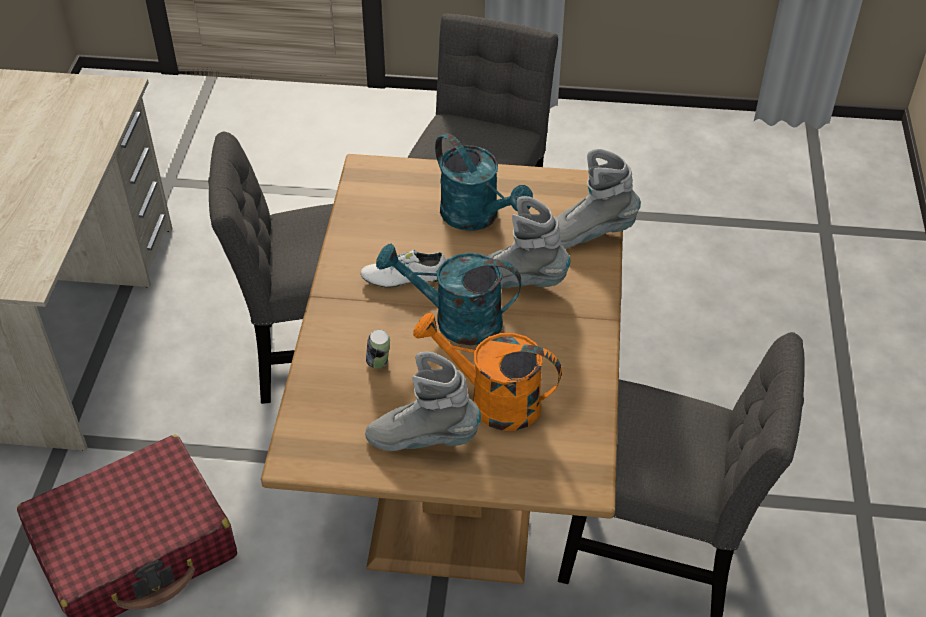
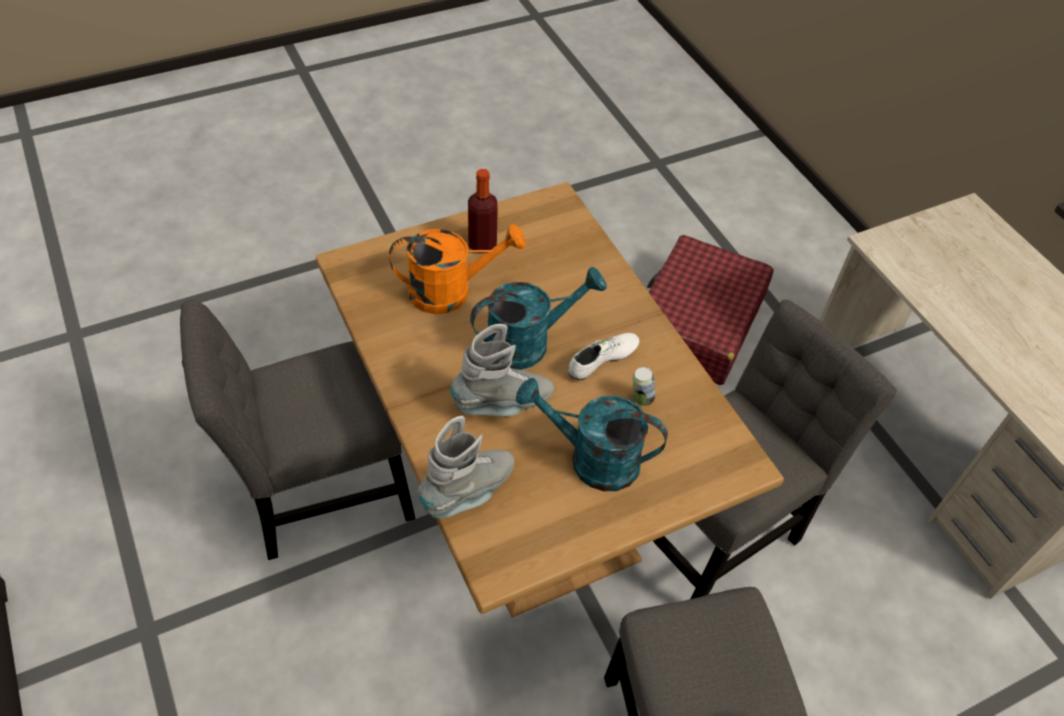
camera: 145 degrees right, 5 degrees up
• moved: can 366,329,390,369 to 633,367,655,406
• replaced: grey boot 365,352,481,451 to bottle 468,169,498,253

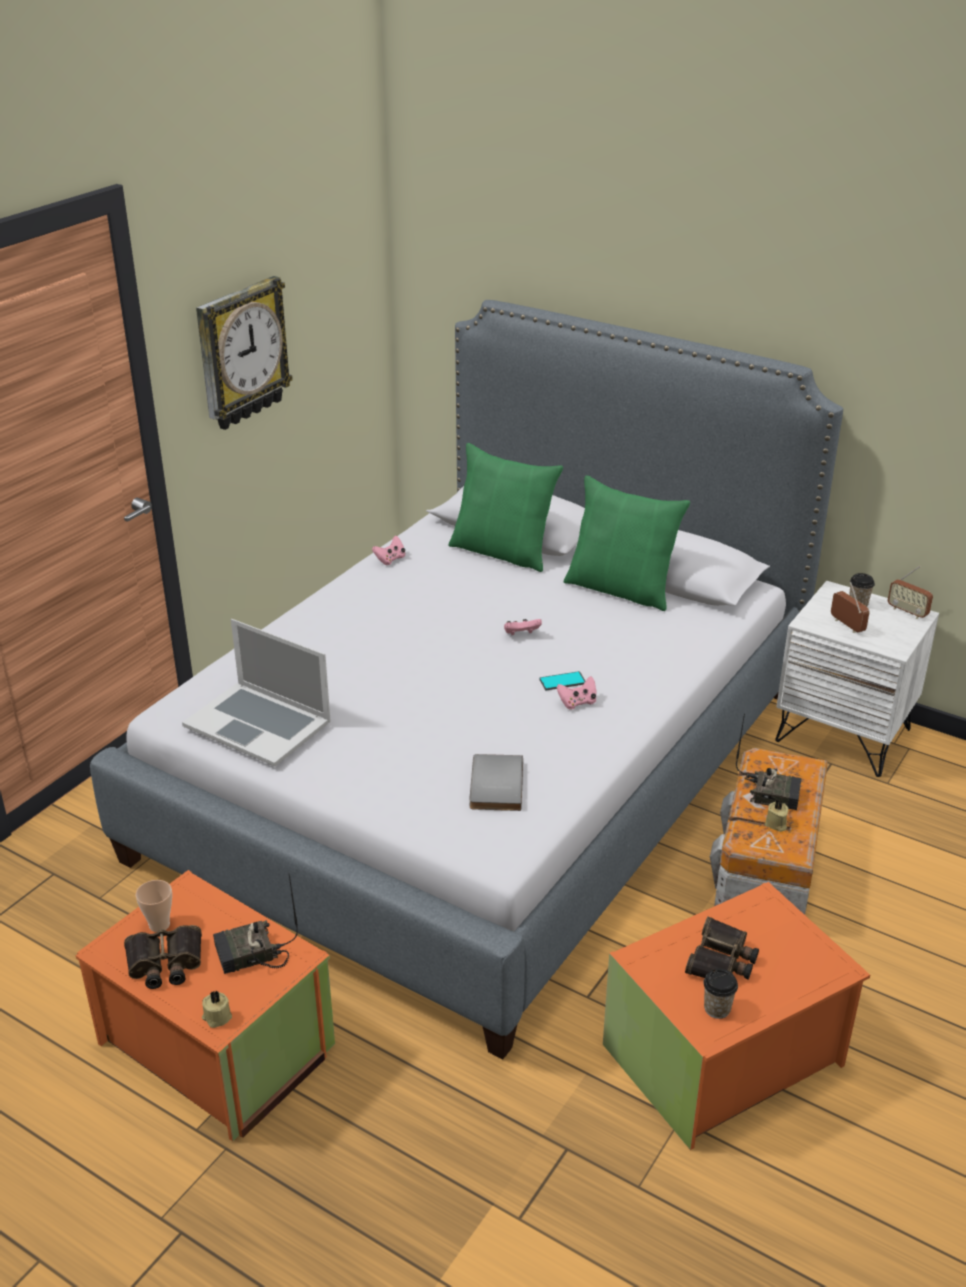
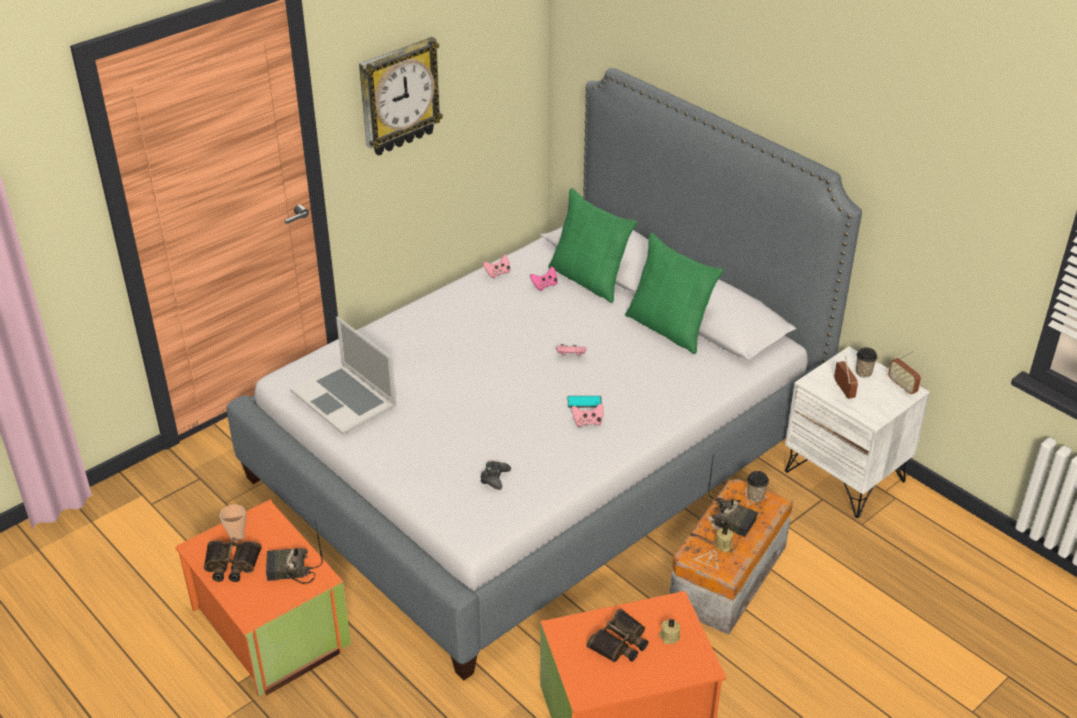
camera: 15 degrees right, 5 degrees up
• added: pink game controller 530,266,558,291
• moved: beige candle 202,991,232,1028 to 659,619,680,644
• moved: cup 703,969,738,1019 to 747,471,769,502
• replaced: grey book 470,754,523,811 to black game controller 480,461,511,490

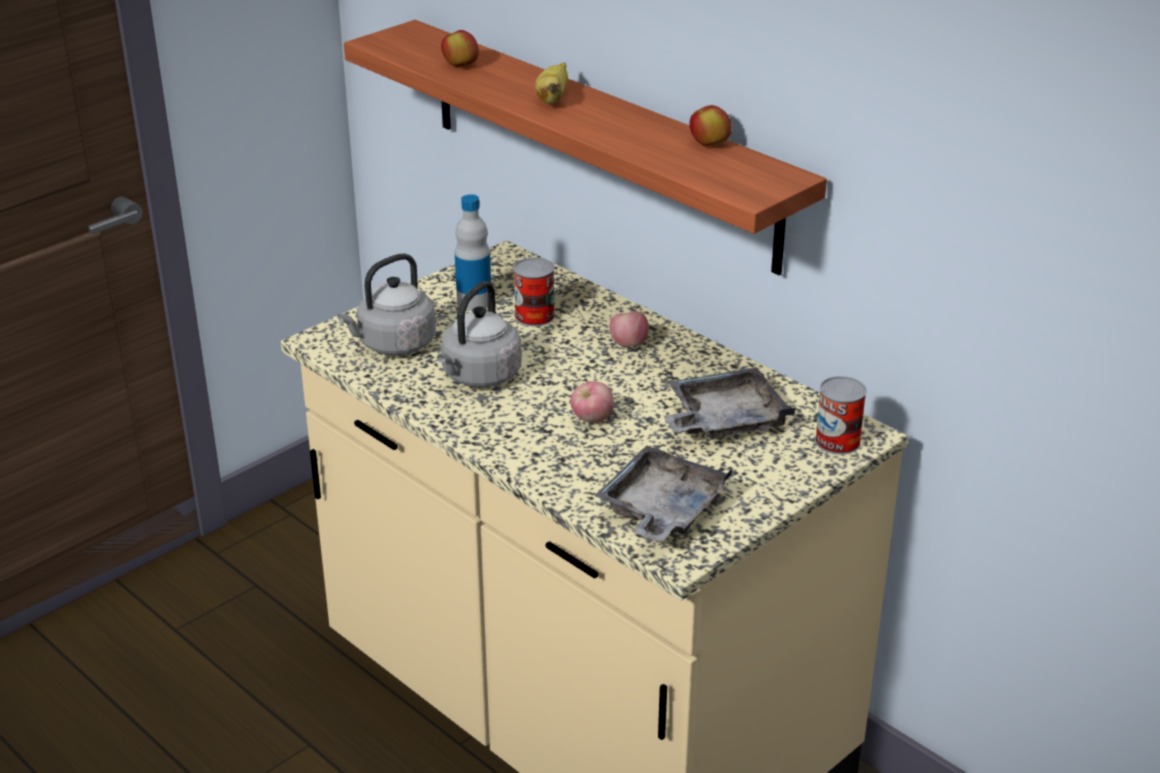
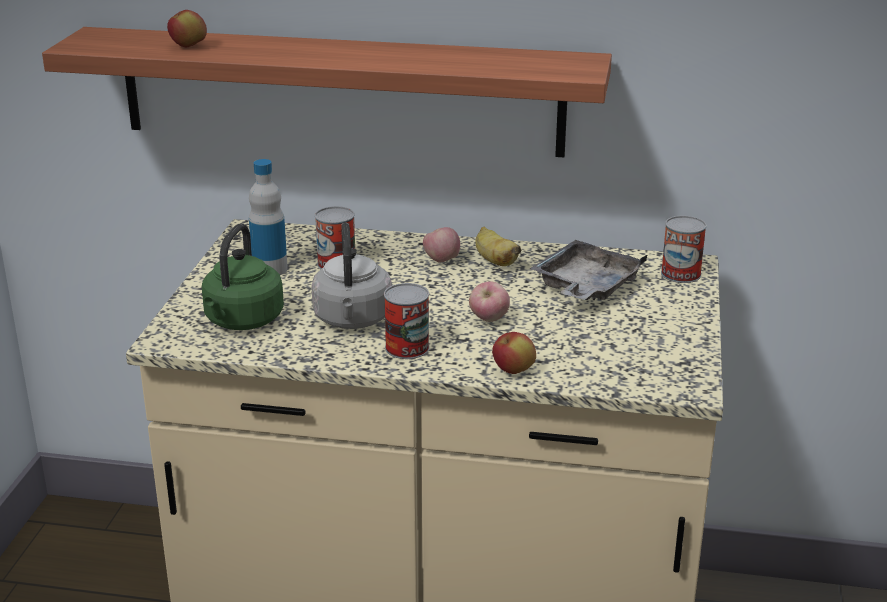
camera: 35 degrees left, 5 degrees down
• removed: grey tray 595,445,732,542
• added: can 384,283,430,359
• moved: banana 535,62,568,104 to 475,226,521,266
• moved: apple 689,105,732,146 to 492,332,536,374
• recoloured: grey kettle 337,254,436,355 to green kettle 202,223,284,330

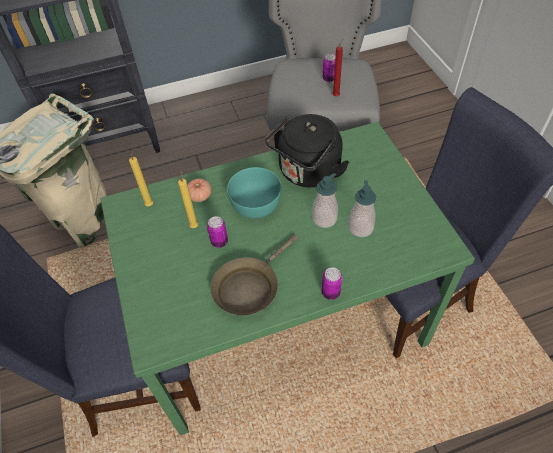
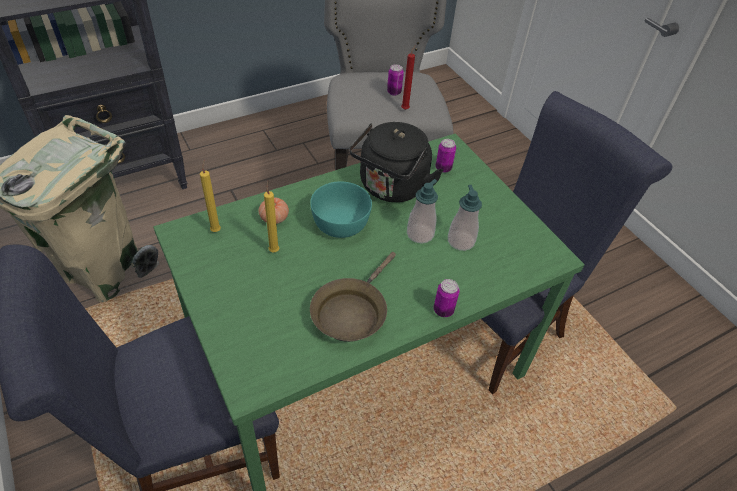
camera: 15 degrees left, 5 degrees down
• moved: can 207,216,228,248 to 436,139,456,173

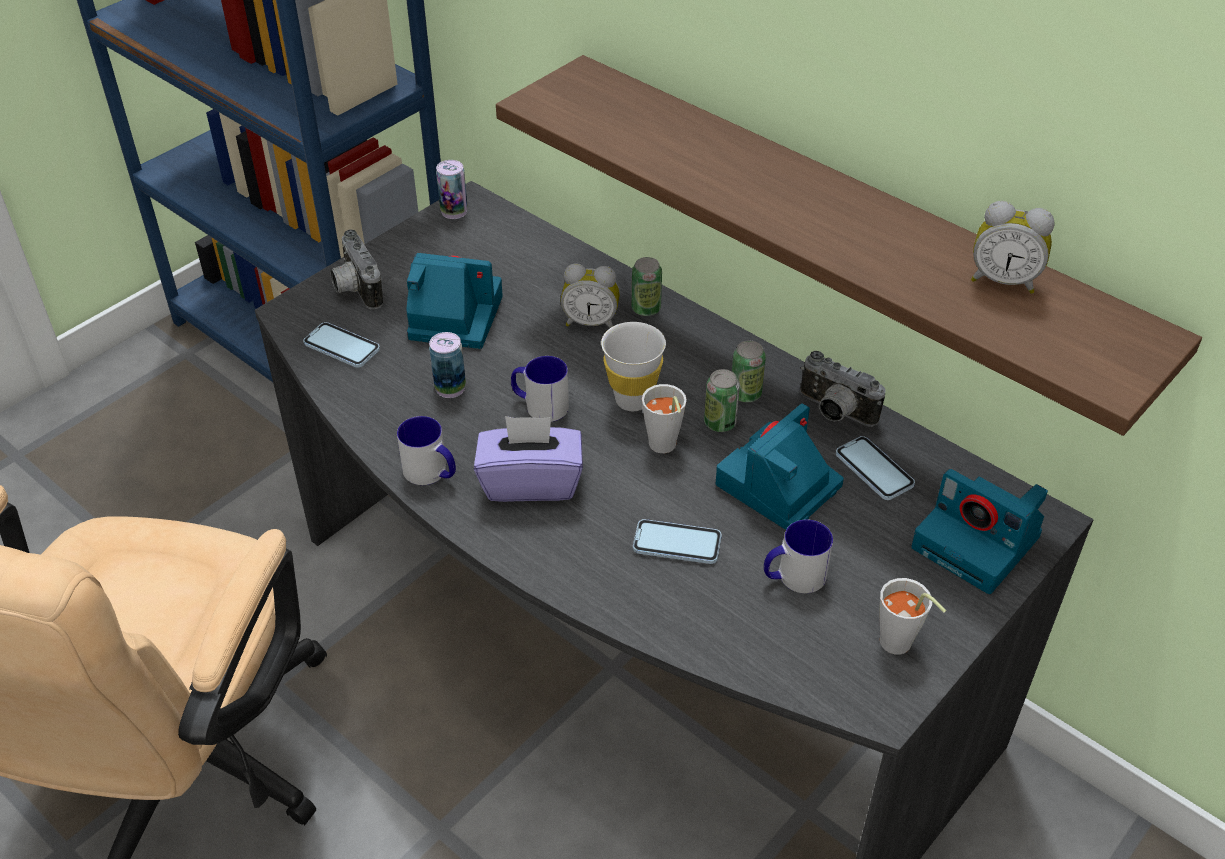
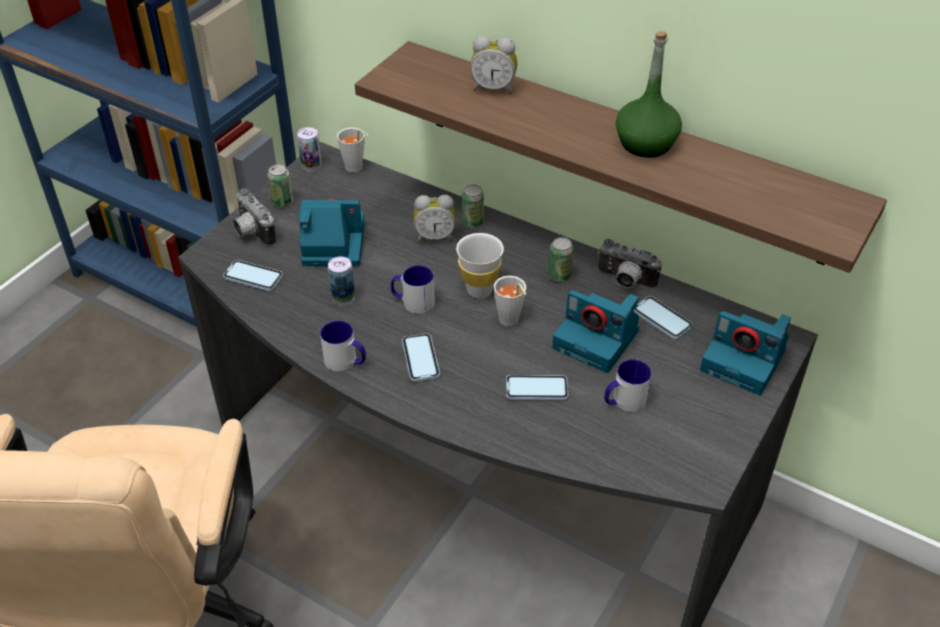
camera: 10 degrees left, 0 degrees up
• added: green bottle 615,31,682,158
• moved: can 704,369,740,432 to 267,164,293,207
• moved: grey cup 880,578,946,654 to 337,128,368,173
• moved: alarm clock 971,201,1055,294 to 470,36,517,94
• replaced: purple tissue box 474,416,583,502 to phone 402,333,440,382
• turned: photo camera 716,403,844,530 = 552,290,639,373 90 degrees counterclockwise

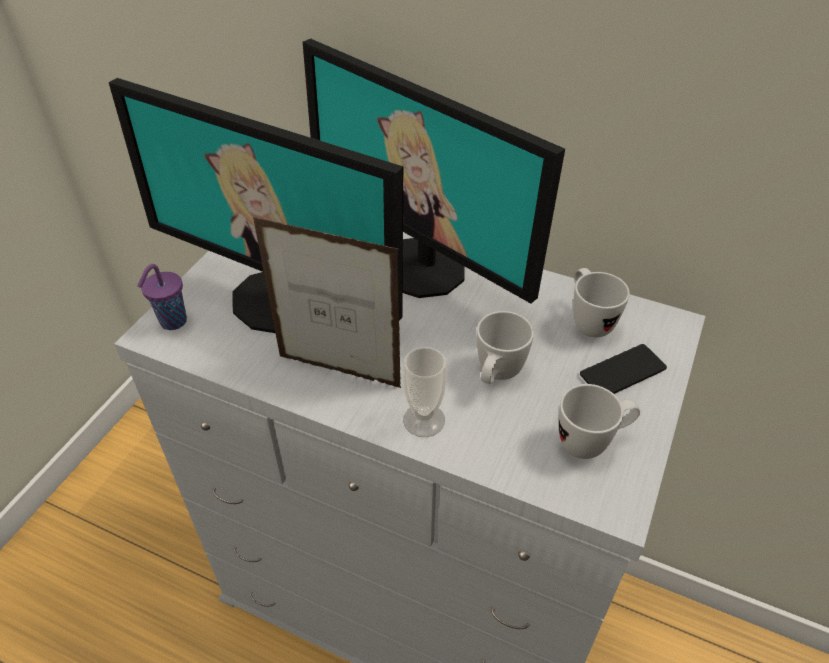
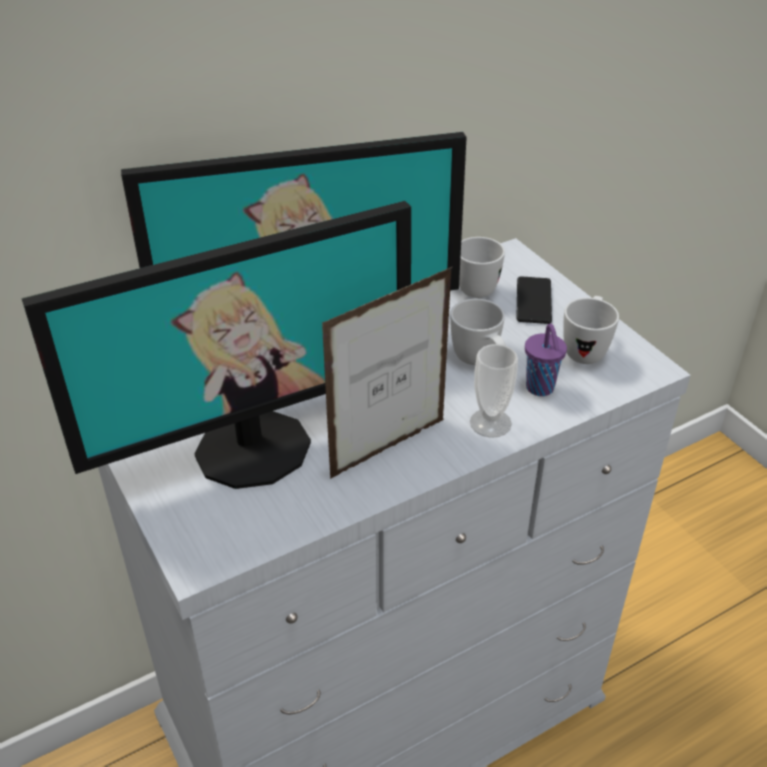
camera: 55 degrees left, 5 degrees down
• moved: purple cup 137,264,187,330 to 525,324,567,396

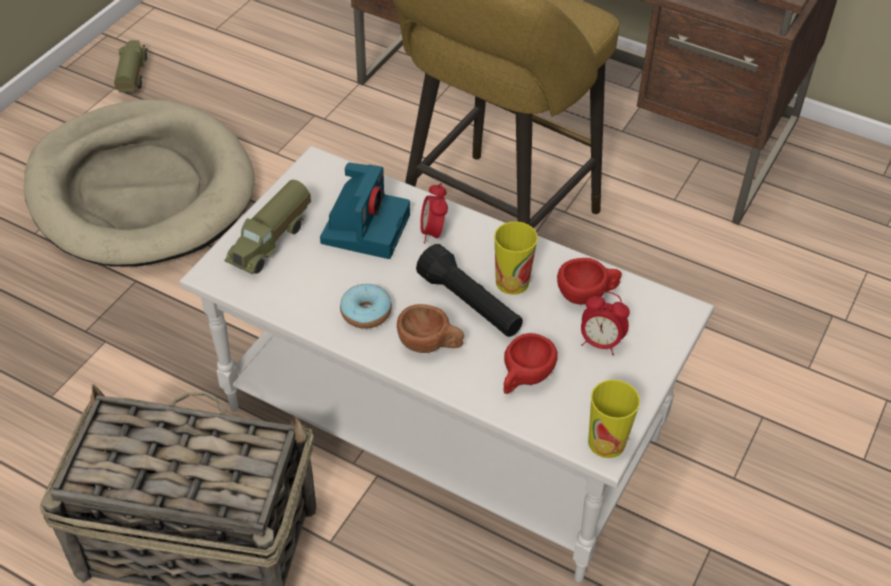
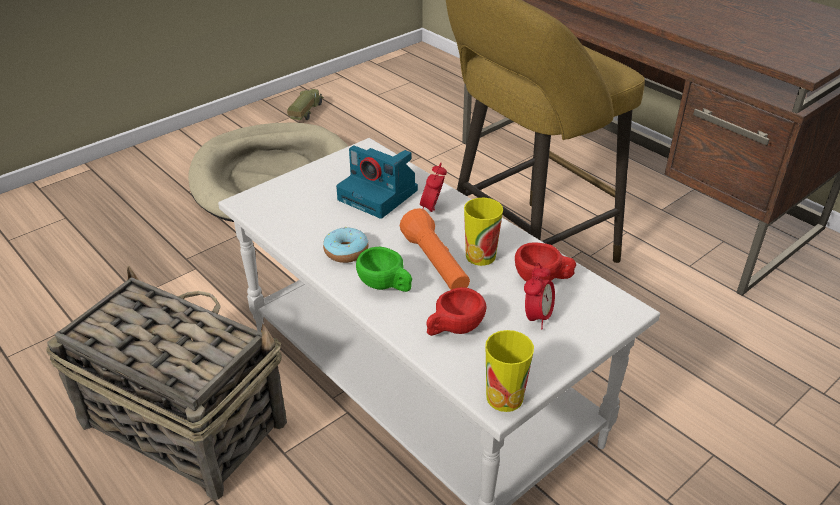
camera: 20 degrees right, 10 degrees down
• removed: toy truck 225,180,311,274
• recoloured: brown cup 397,304,464,353 to green cup 356,247,412,292
• recoloured: black flashlight 416,244,523,337 to orange flashlight 400,208,470,290
• turned: photo camera 320,162,410,259 = 336,146,418,219 90 degrees clockwise
• turned: alarm clock 581,291,630,355 = 524,263,555,330 105 degrees counterclockwise

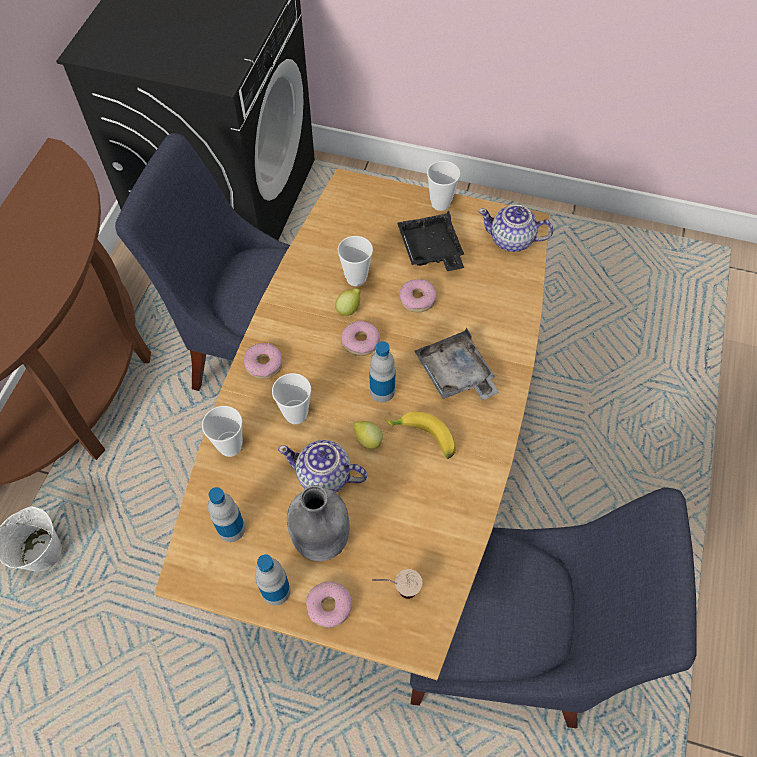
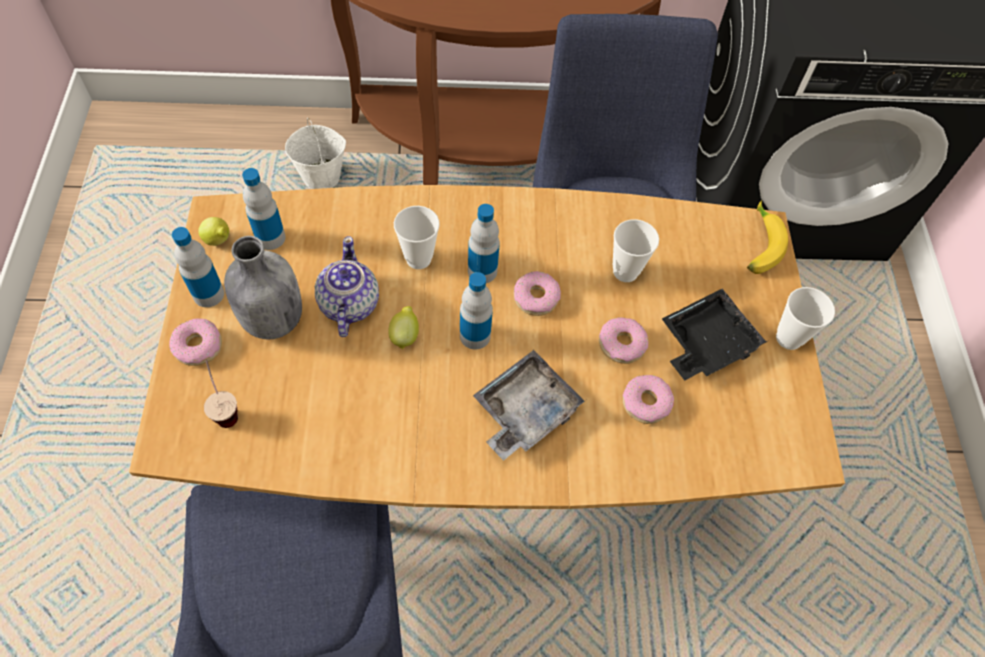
camera: 70 degrees right, 0 degrees up
• removed: cup 202,406,242,457
• removed: teapot 478,205,553,252
• added: bottle 468,204,500,283
• moved: donut 243,343,282,379 to 623,375,674,424
• moved: lemon 335,288,361,316 to 198,217,229,246
• moved: banana 384,412,456,459 to 747,200,788,274

